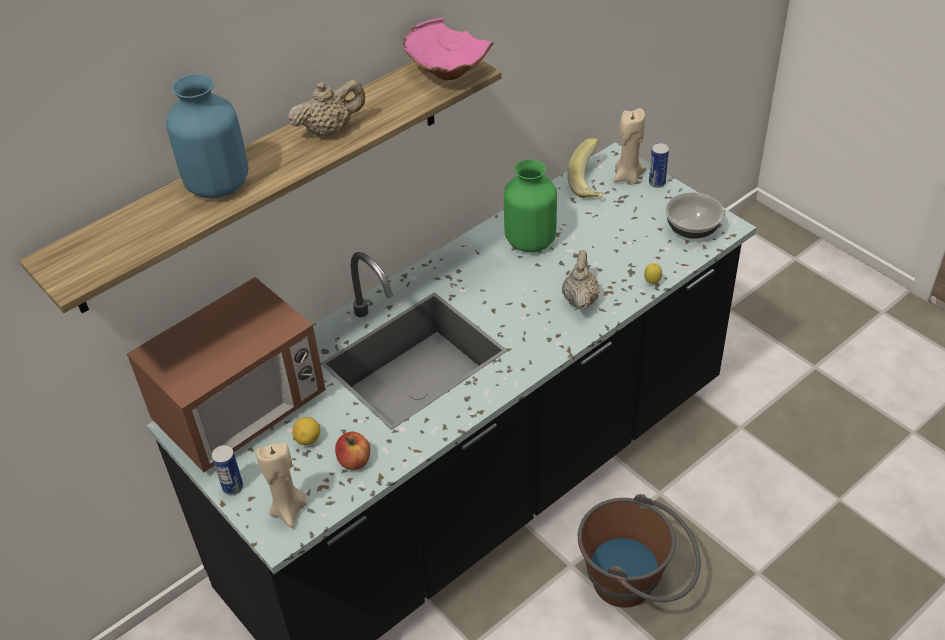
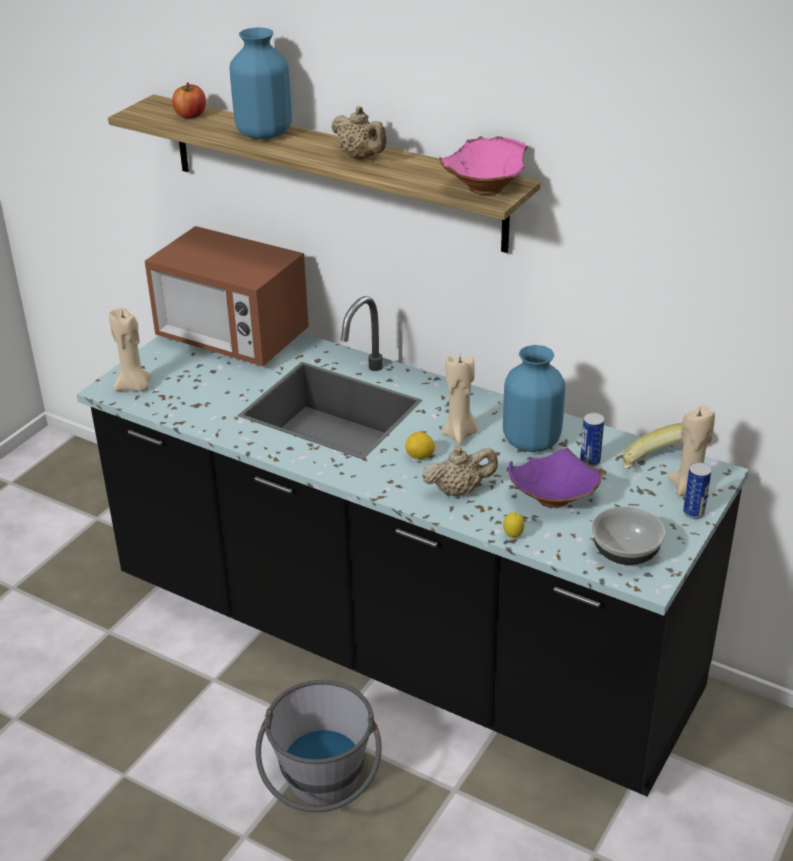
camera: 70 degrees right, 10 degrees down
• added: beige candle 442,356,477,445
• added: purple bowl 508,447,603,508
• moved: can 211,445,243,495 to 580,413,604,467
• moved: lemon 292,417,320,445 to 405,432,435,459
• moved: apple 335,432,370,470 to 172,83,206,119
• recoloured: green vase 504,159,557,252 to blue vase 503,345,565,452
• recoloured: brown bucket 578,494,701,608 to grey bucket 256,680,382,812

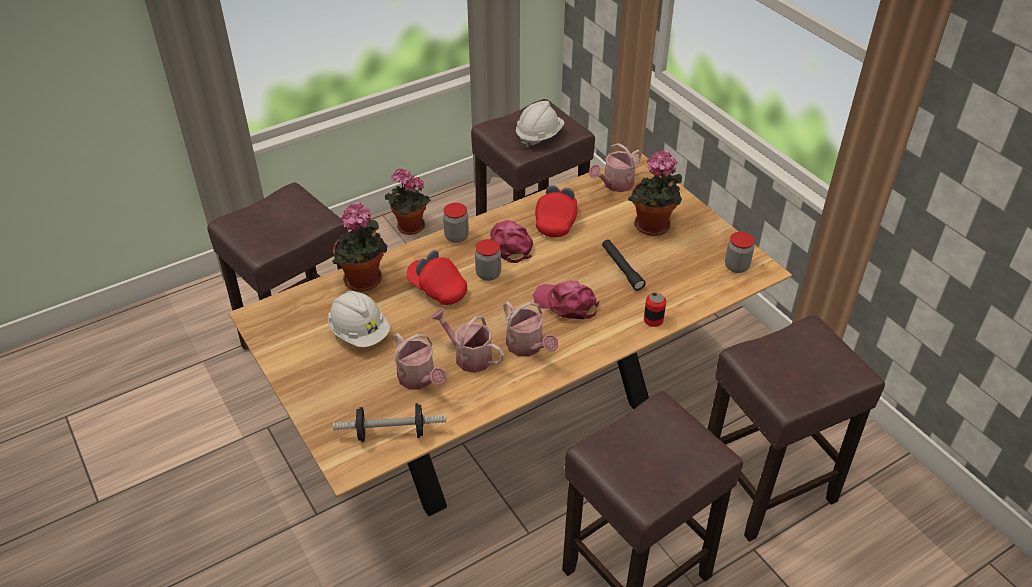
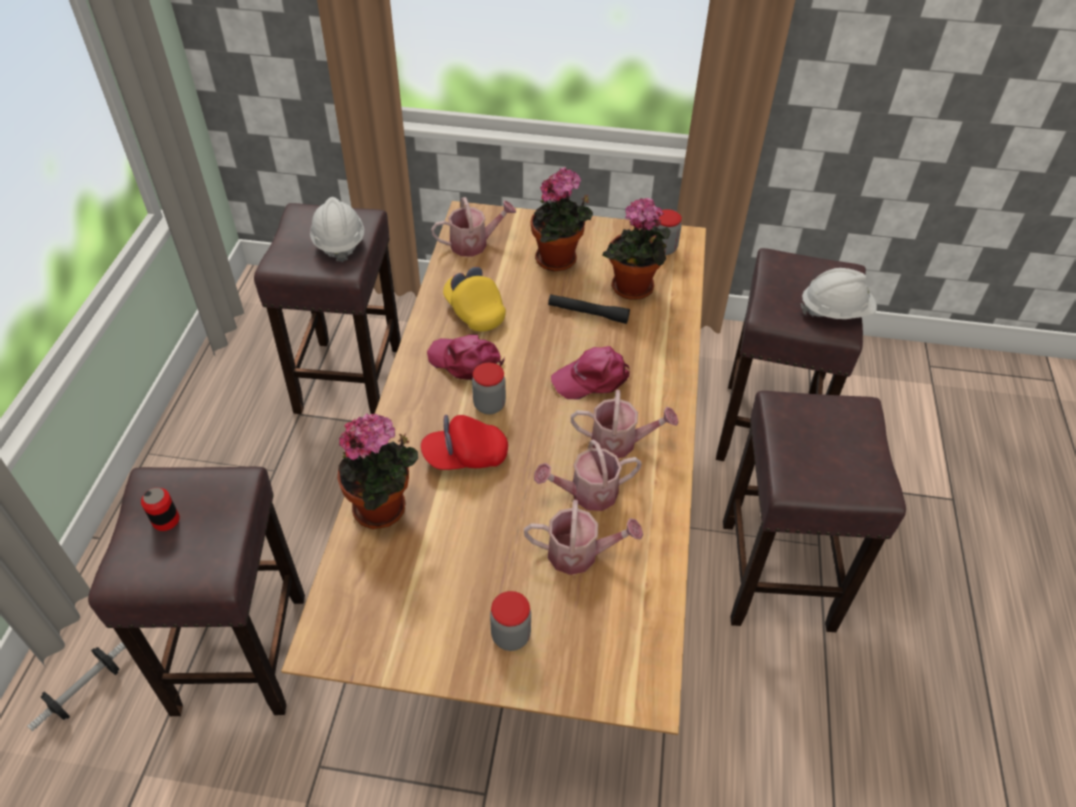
camera: 50 degrees left, 5 degrees up
• moved: white hard hat 328,291,390,347 to 800,268,877,319
• moved: dumbbell 333,403,446,442 to 27,642,126,732
• moved: potted plant 385,168,431,235 to 602,198,671,300
• moved: jar 443,203,469,243 to 490,591,531,651
• moved: can 644,293,666,327 to 141,488,180,531
• recoloured: red cap 535,185,578,237 to yellow cap 443,267,506,331
• turned: watering can 589,143,642,192 = 431,197,516,257 105 degrees counterclockwise

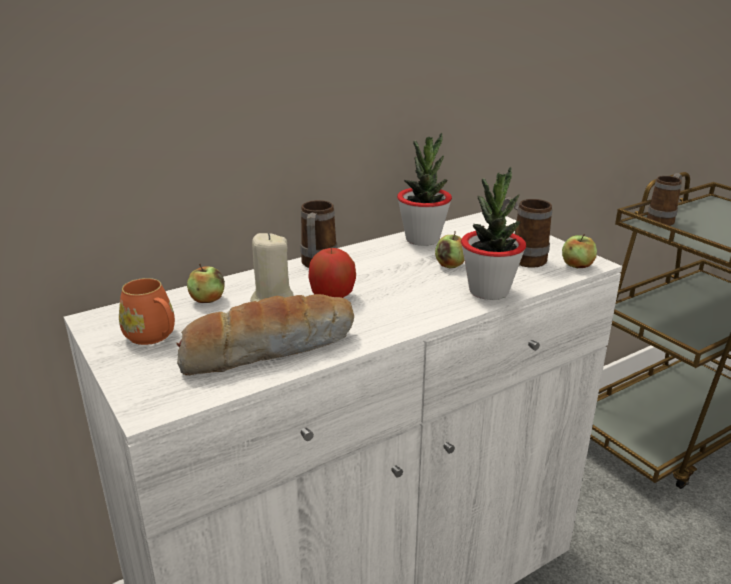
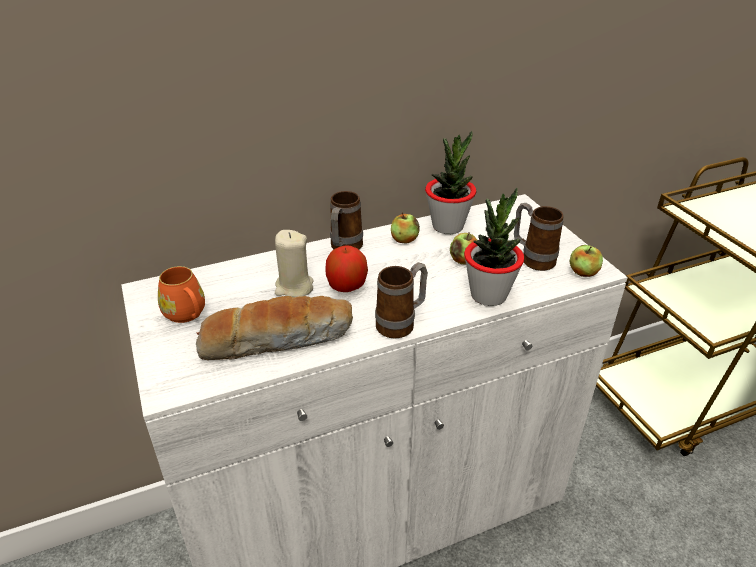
camera: 10 degrees right, 10 degrees up
• moved: apple 187,264,225,303 to 391,212,420,244
• moved: mug 647,173,682,226 to 375,262,428,339

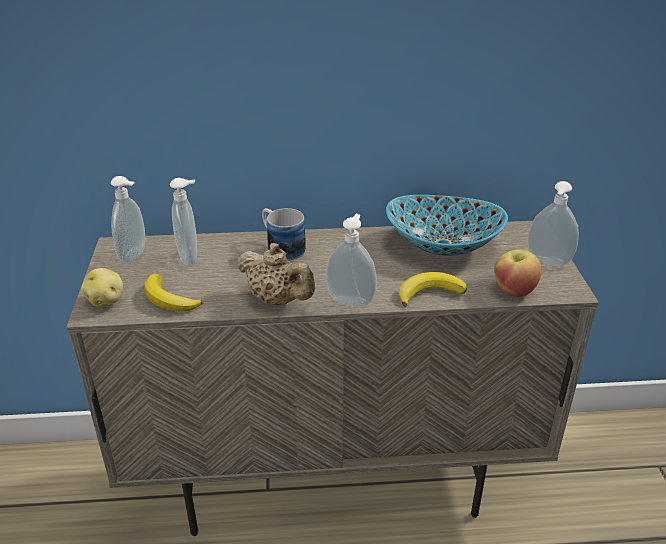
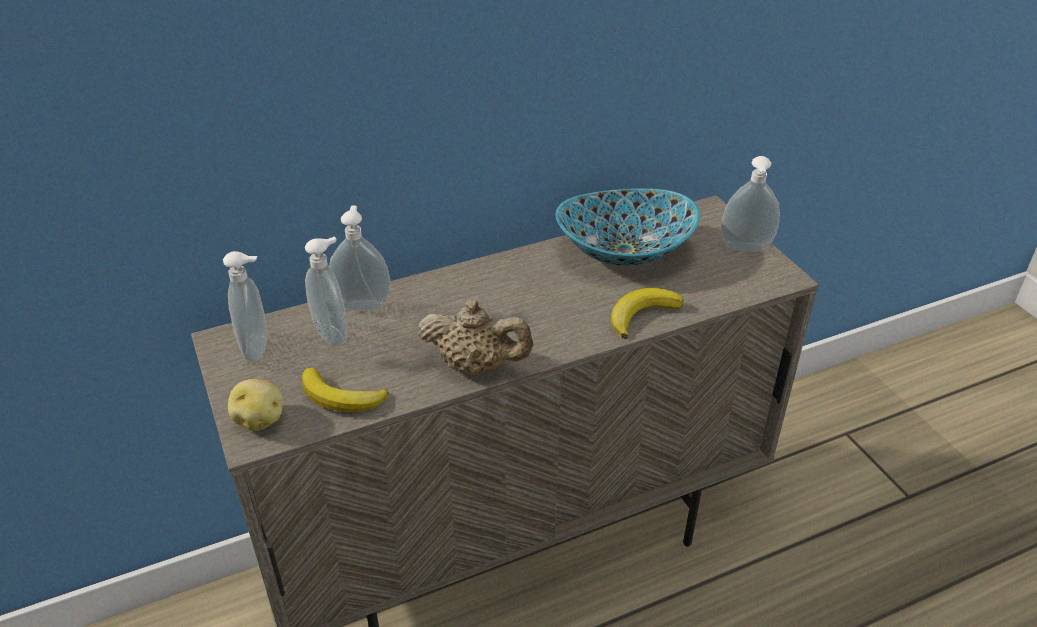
camera: 20 degrees left, 5 degrees up
• removed: mug 262,208,306,261
• removed: apple 494,249,542,297
• moved: soap dispenser 326,214,377,307 to 329,206,391,311

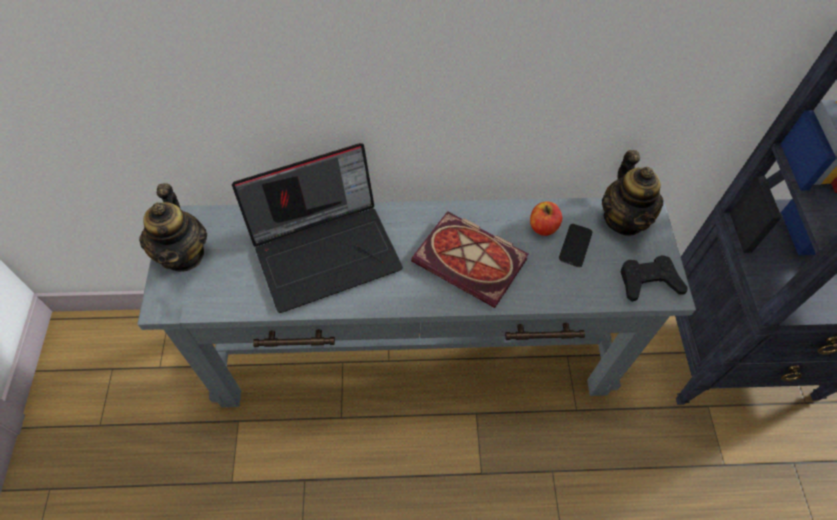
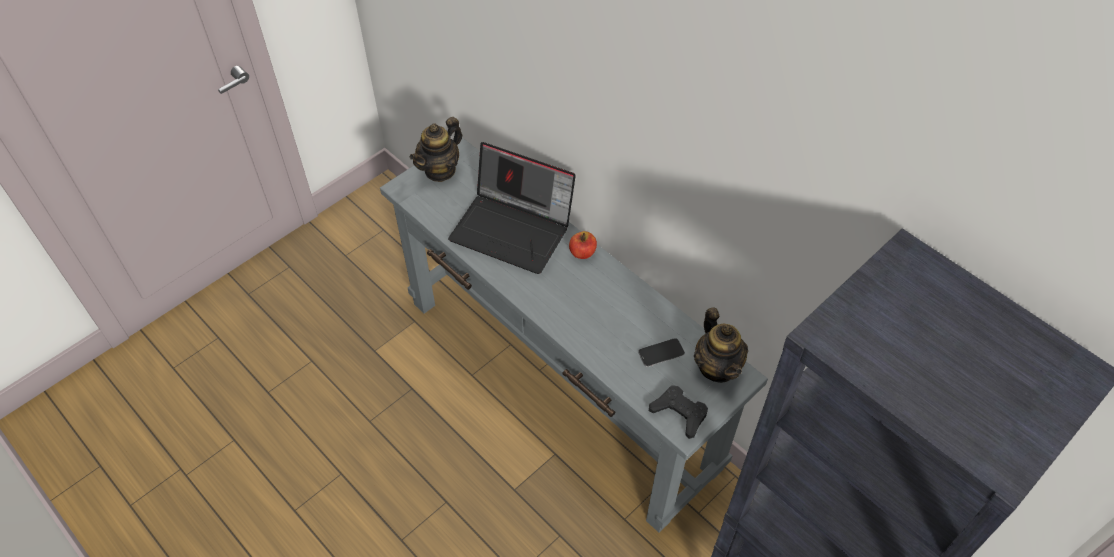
camera: 50 degrees right, 5 degrees down
• removed: book 411,211,528,308
• moved: apple 530,201,562,236 to 569,231,597,259
• turned: teapot 602,150,664,236 = 694,308,748,383 60 degrees counterclockwise

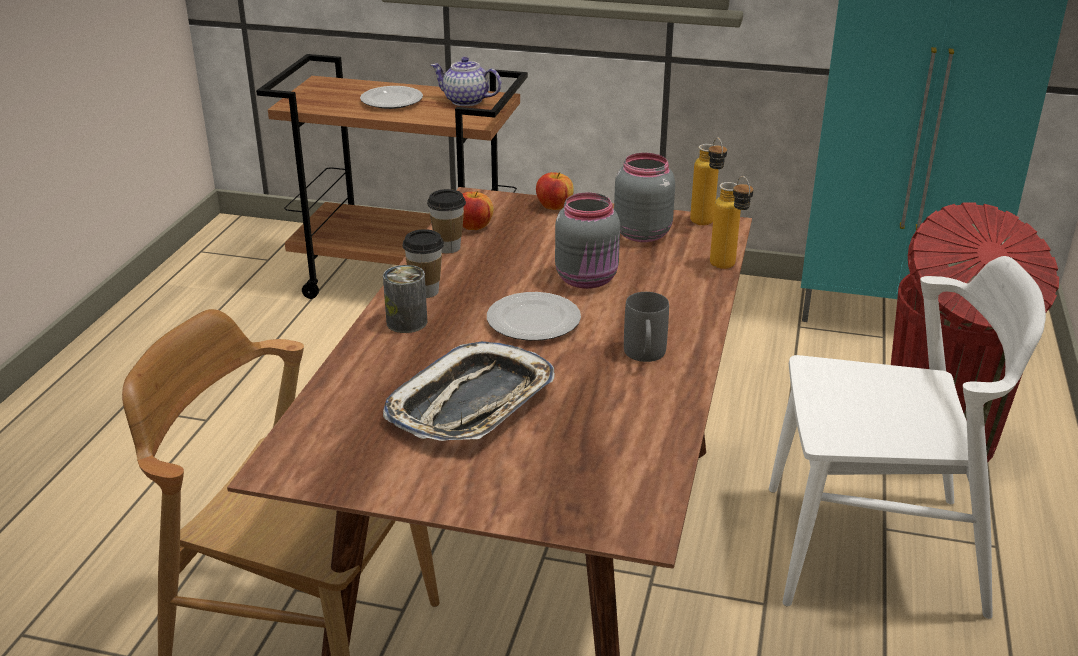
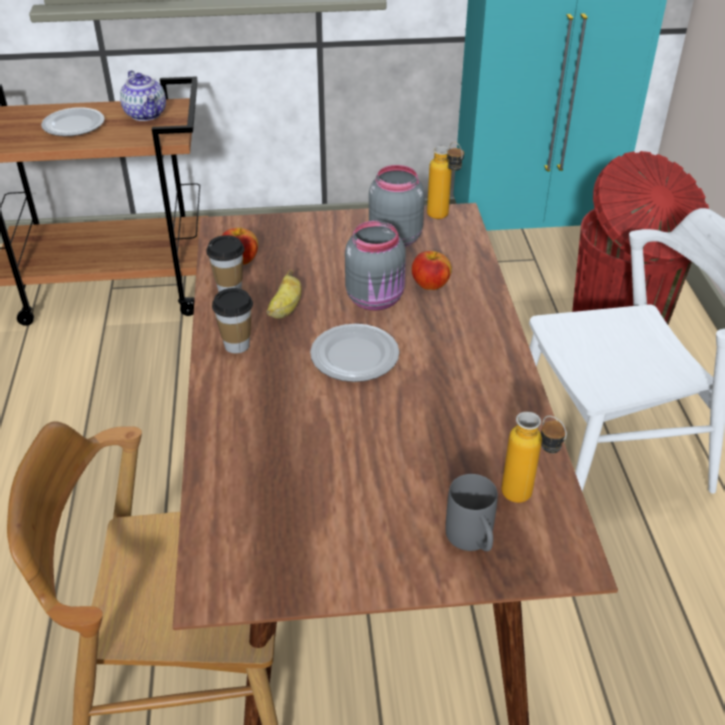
camera: 20 degrees left, 10 degrees up
• removed: can 383,265,427,333
• removed: tray 383,341,555,441
• added: banana 266,269,302,319
• moved: apple 536,172,574,210 to 412,251,452,290
• moved: grey mug 624,292,669,362 to 445,474,498,551
• moved: bottle 710,176,753,269 to 501,411,567,503
• turned: teapot 431,57,502,106 = 120,70,166,121 120 degrees counterclockwise

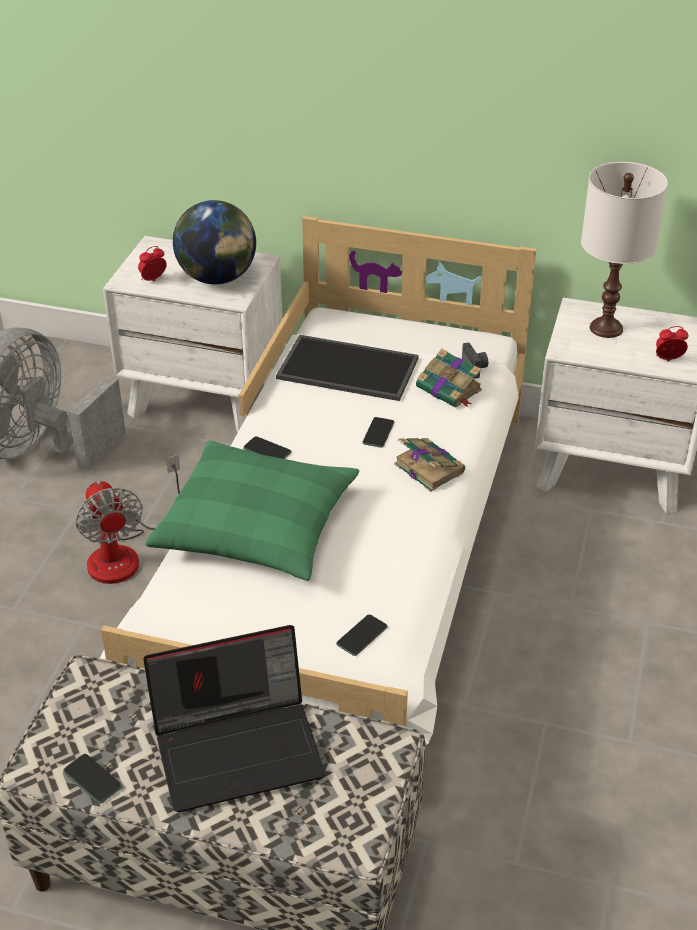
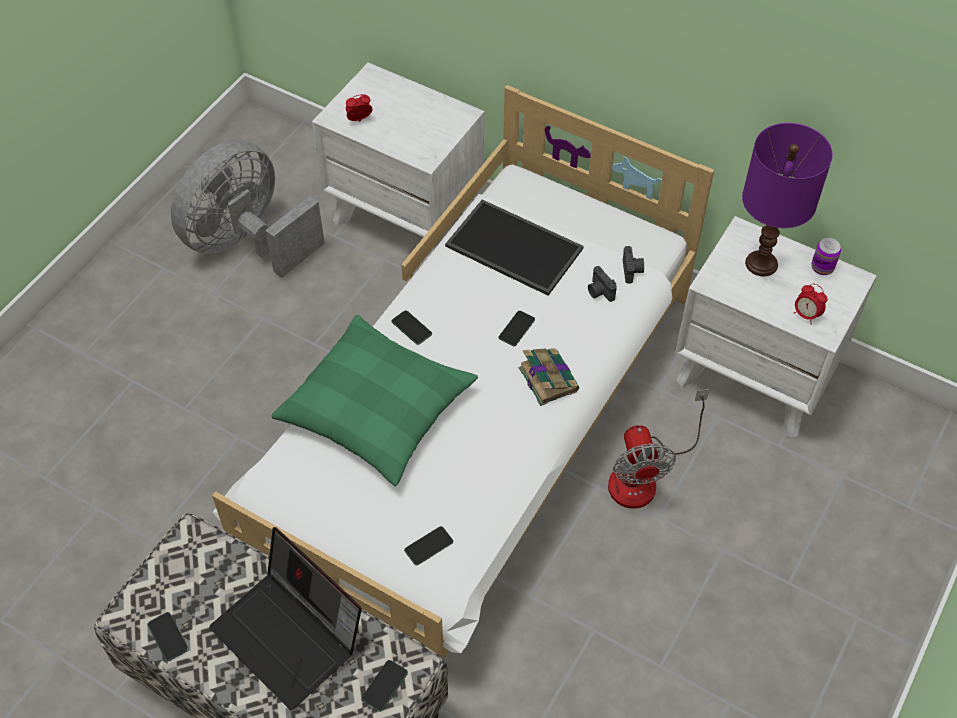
camera: 15 degrees right, 15 degrees up
• removed: globe 173,200,256,284
• added: phone 361,660,408,712
• added: can 811,238,841,275
• moved: fan 76,455,180,584 to 608,389,710,509
• replaced: book 416,349,482,408 to photo camera 588,266,617,302
• recoloured: white table lamp 581,162,668,338 to purple table lamp 742,123,833,276
• turned: laptop 143,625,326,812 = 209,527,362,710 45 degrees clockwise
• turned: alarm clock 656,326,688,361 = 794,284,827,325 150 degrees counterclockwise

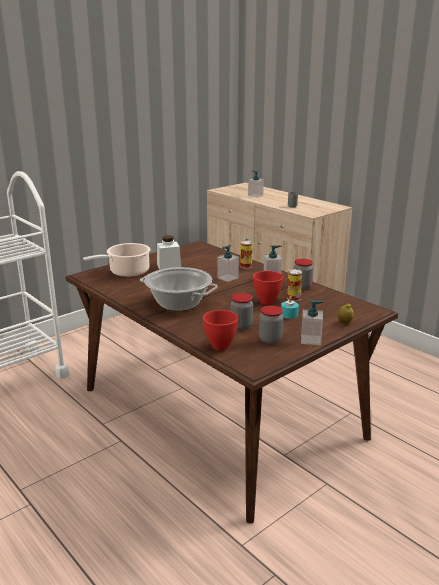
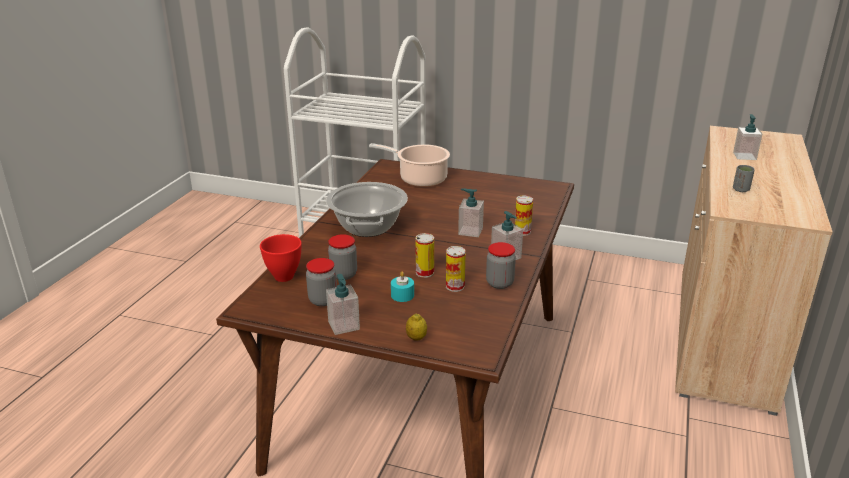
camera: 60 degrees right, 5 degrees up
• removed: white jar 157,235,181,270
• replaced: red bowl 253,271,283,305 to can 415,233,434,278

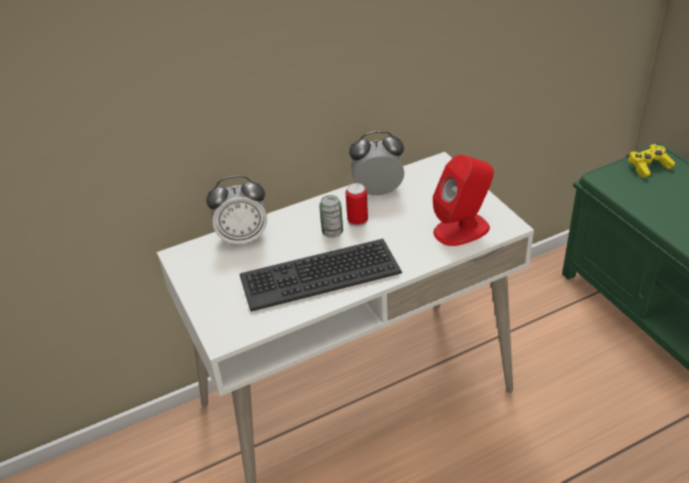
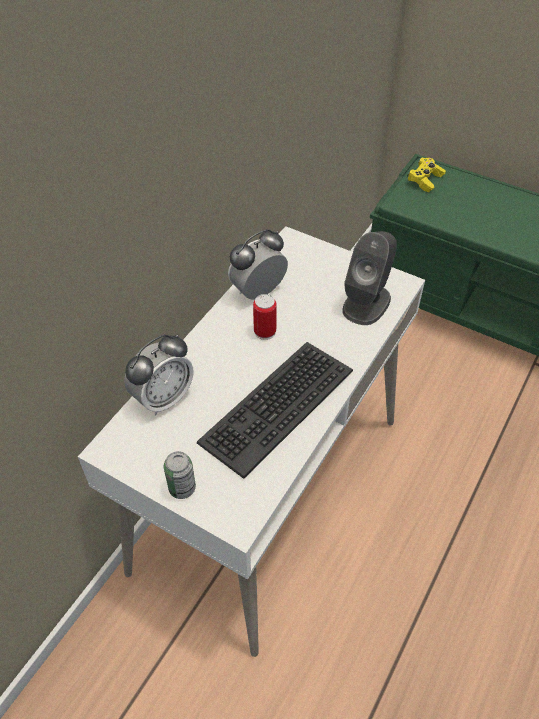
camera: 35 degrees left, 10 degrees up
• moved: can 319,195,343,238 to 164,451,196,499
• recoloured: red speaker 433,155,494,246 to grey speaker 342,231,397,325

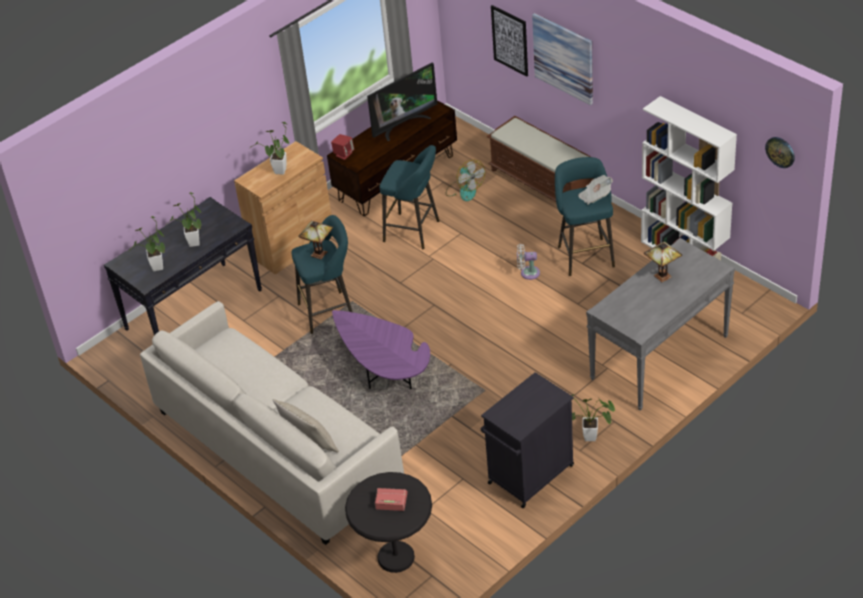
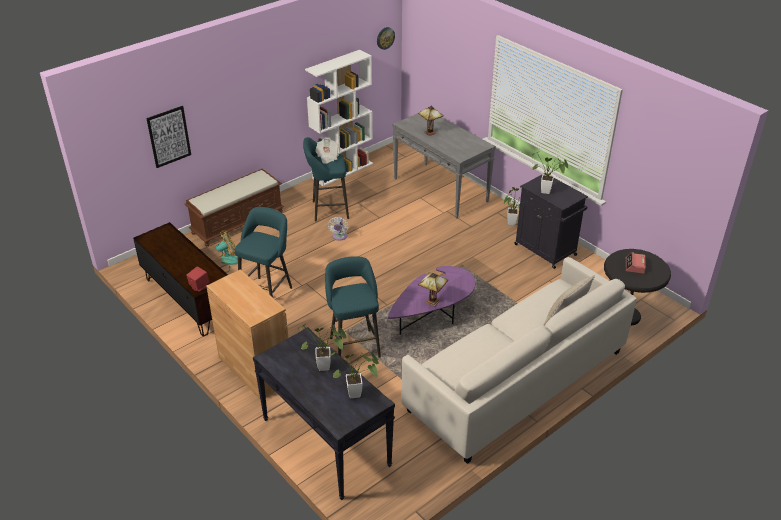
camera: 90 degrees left, 5 degrees down
• removed: television 367,63,437,141
• removed: picture 532,13,593,105
• moved: potted plant 249,122,290,175 to 532,152,569,194
• moved: table lamp 298,221,333,259 to 418,272,448,307

